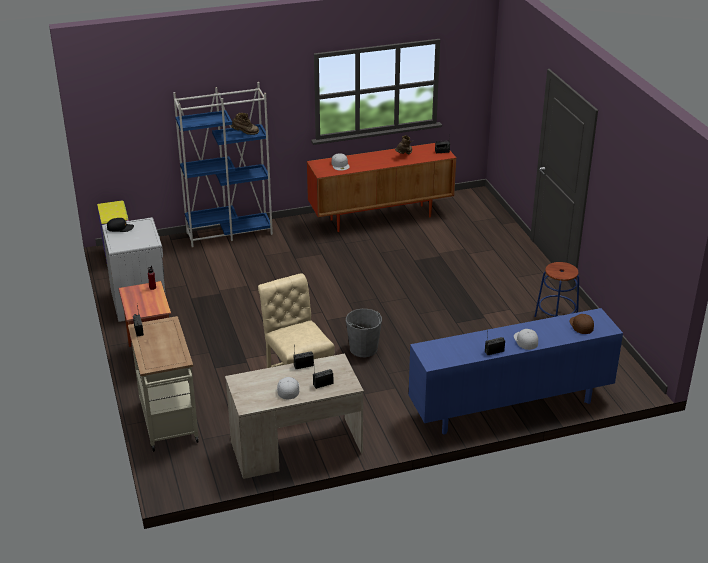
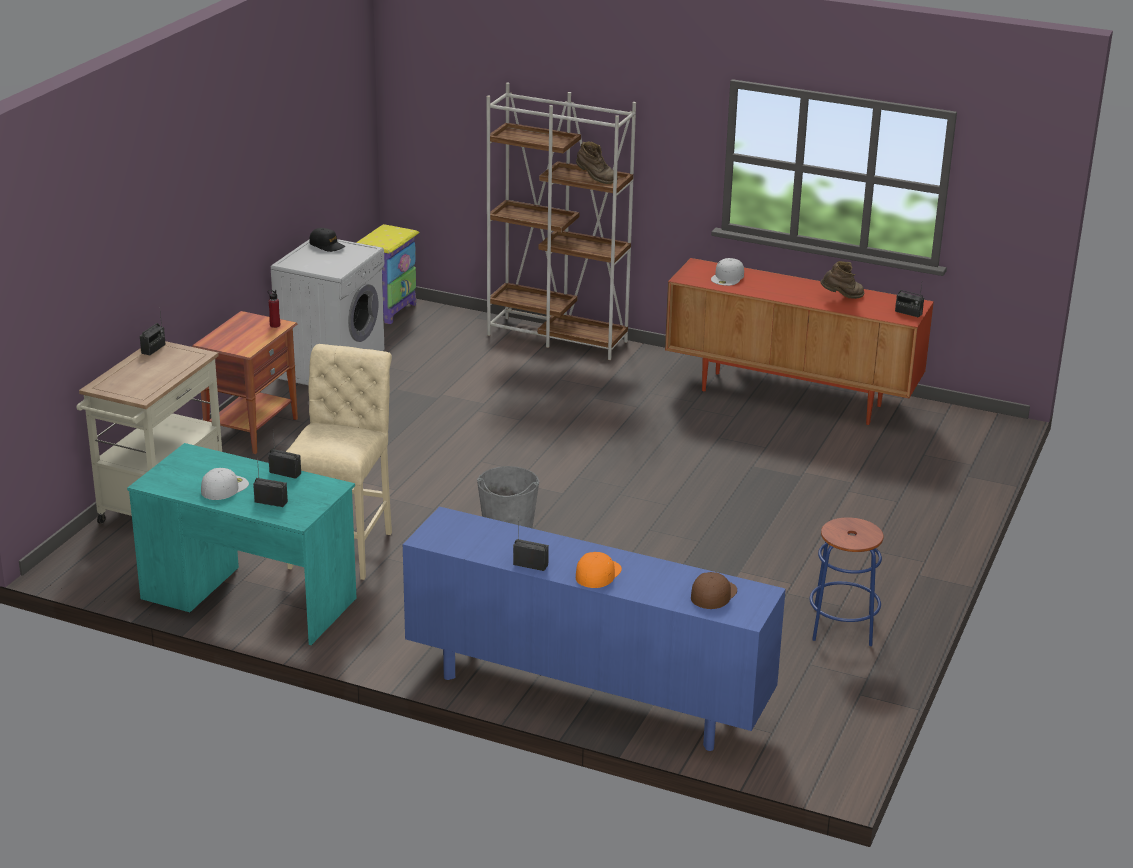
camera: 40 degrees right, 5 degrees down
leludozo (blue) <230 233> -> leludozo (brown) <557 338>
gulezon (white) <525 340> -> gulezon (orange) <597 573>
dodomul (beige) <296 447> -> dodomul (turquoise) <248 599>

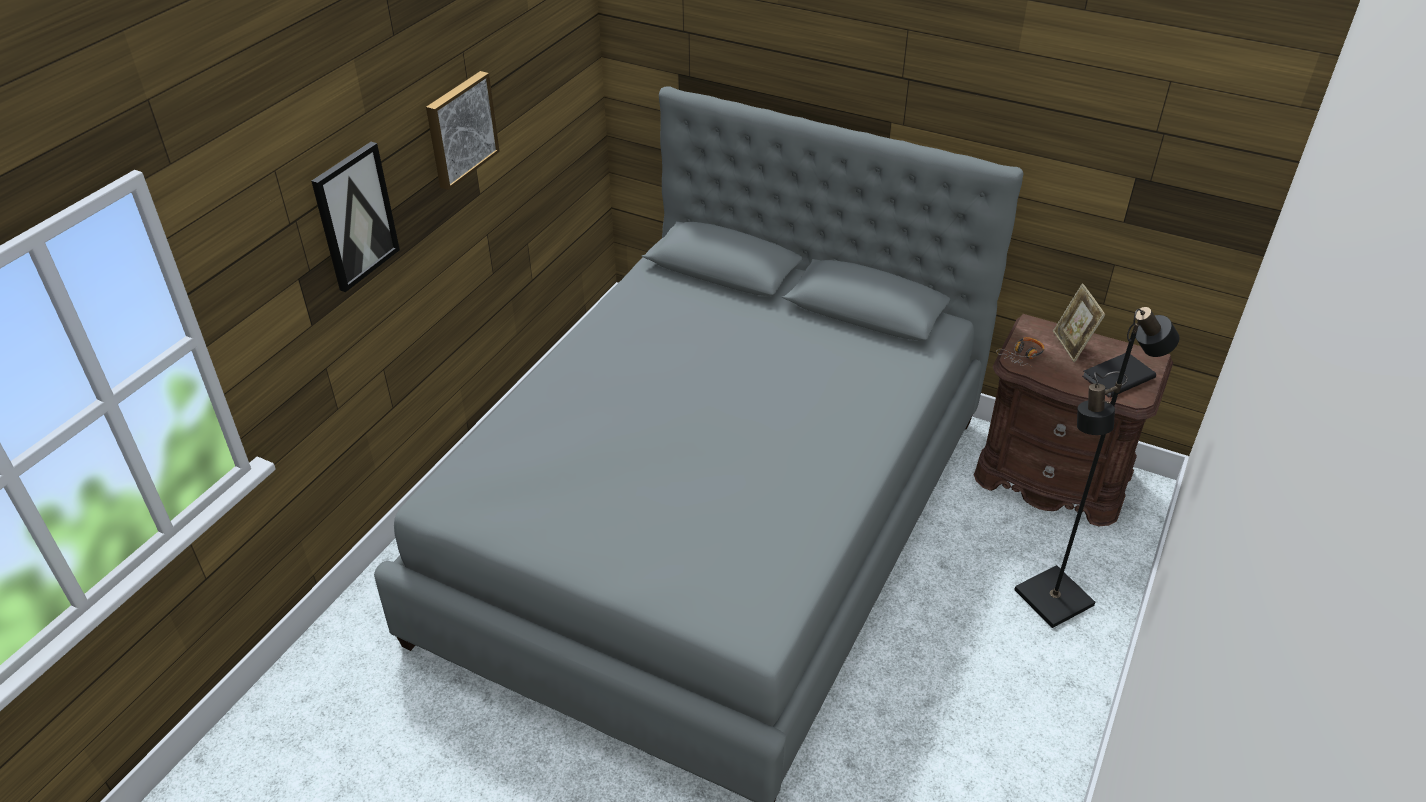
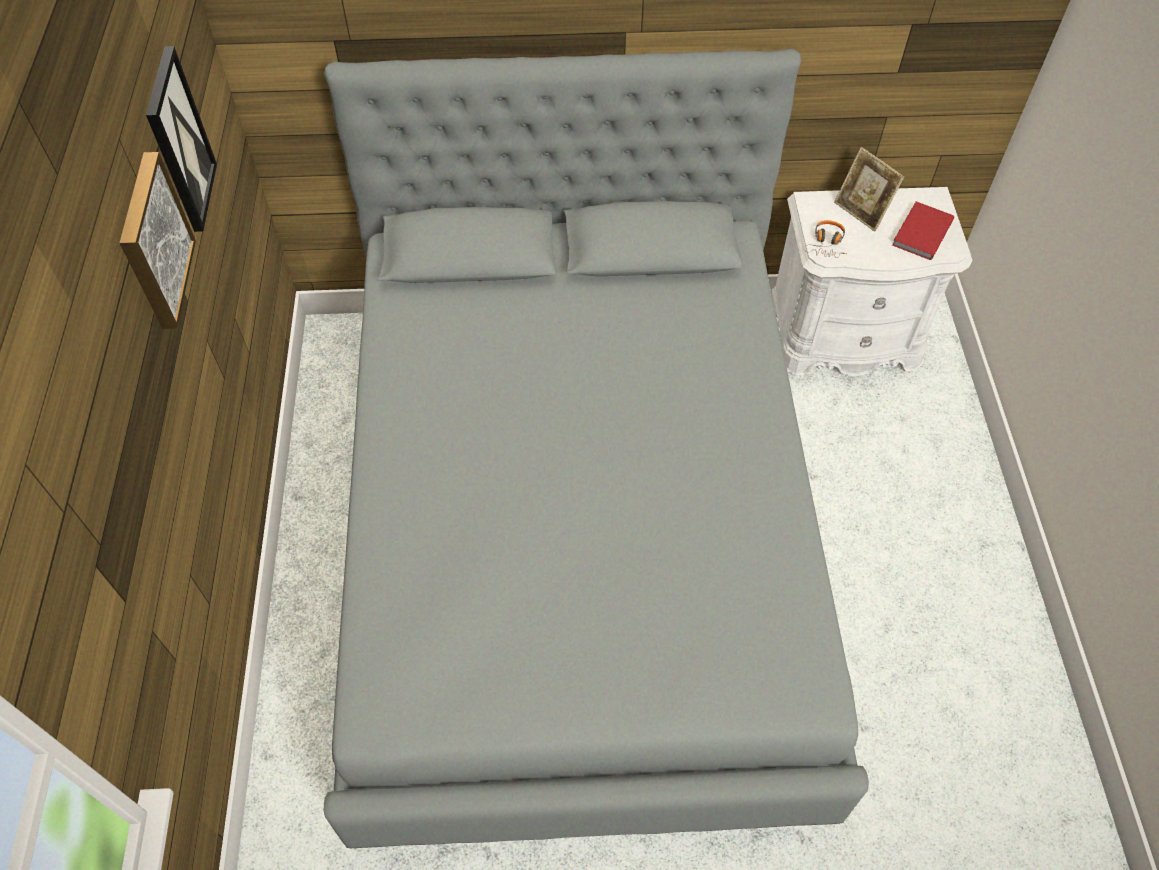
camera: 30 degrees left, 15 degrees up
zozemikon <355 216> -> zozemikon <179 141>, relocated
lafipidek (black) <1053 597> -> none
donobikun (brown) <1052 480> -> donobikun (white) <846 338>
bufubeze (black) <1116 377> -> bufubeze (red) <920 233>

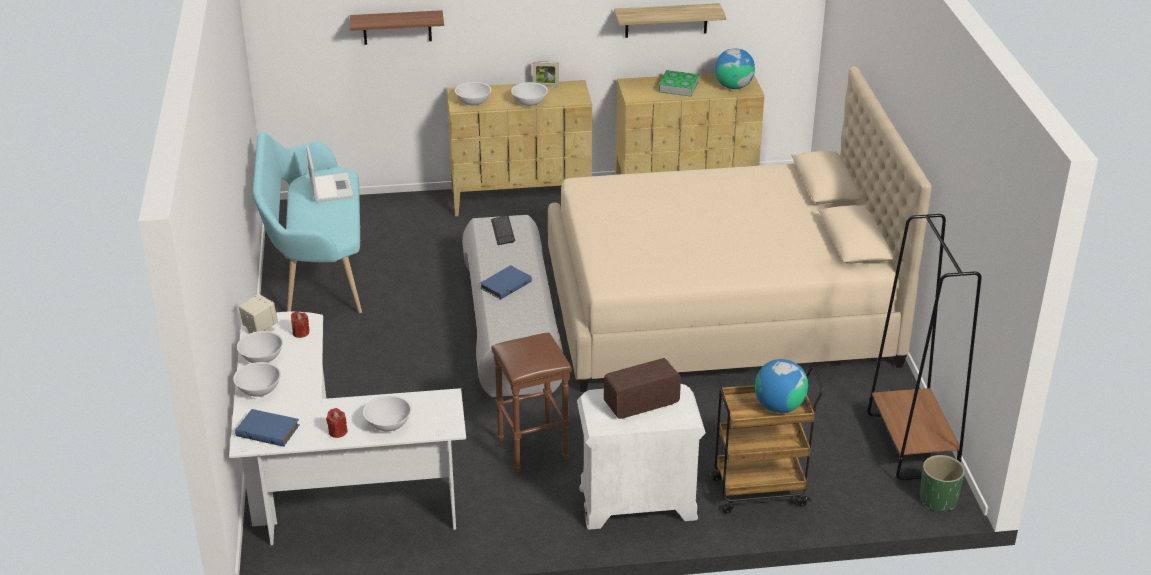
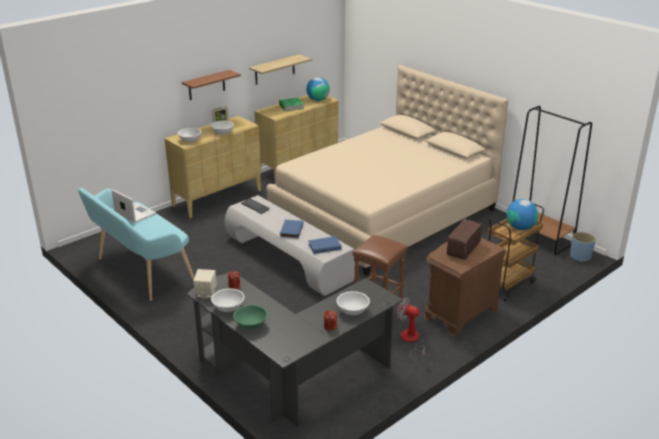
camera: 35 degrees left, 5 degrees down
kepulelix <397 27> -> kepulelix <206 85>, relocated
dodomul (white) <327 484> -> dodomul (black) <289 378>
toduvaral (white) <258 389> -> toduvaral (green) <250 324>
donobikun (white) <635 499> -> donobikun (brown) <458 313>
bufubeze (blue) <269 430> -> bufubeze (blue) <324 246>, relocated
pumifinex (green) <938 500> -> pumifinex (blue) <580 257>
none -> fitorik <411 341>

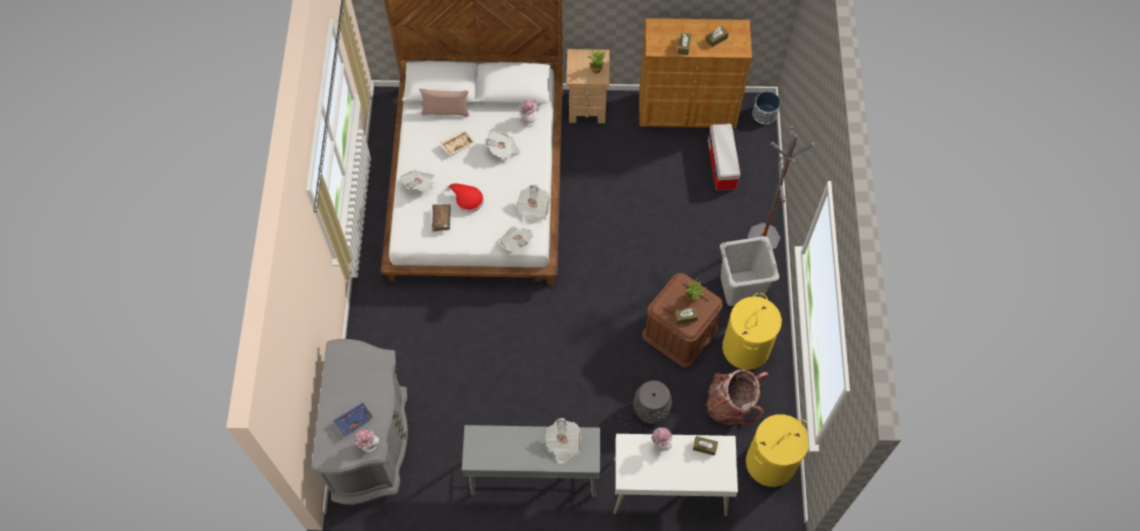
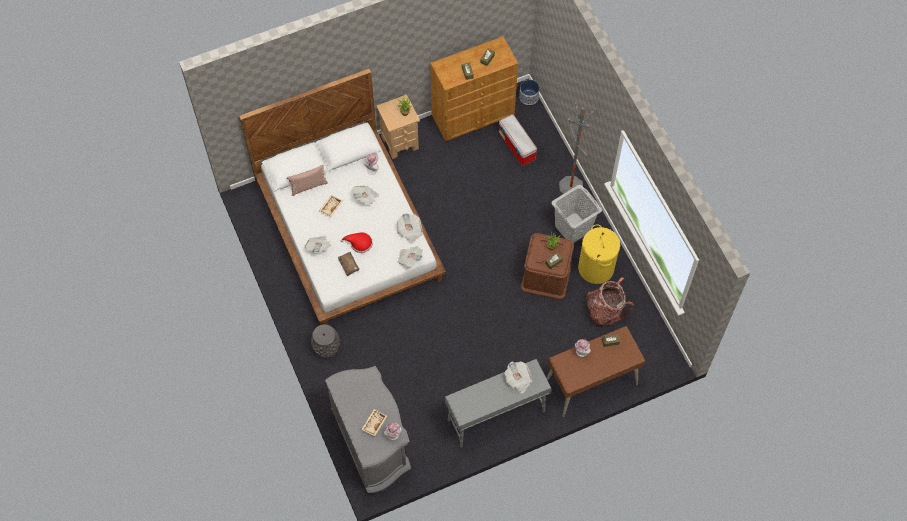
camera: 25 degrees left, 0 degrees up
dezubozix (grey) <651 410> -> dezubozix (grey) <326 348>, relocated
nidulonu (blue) <353 420> -> nidulonu (beige) <374 423>
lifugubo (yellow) <770 463> -> none
dodomul (white) <669 488> -> dodomul (brown) <591 383>

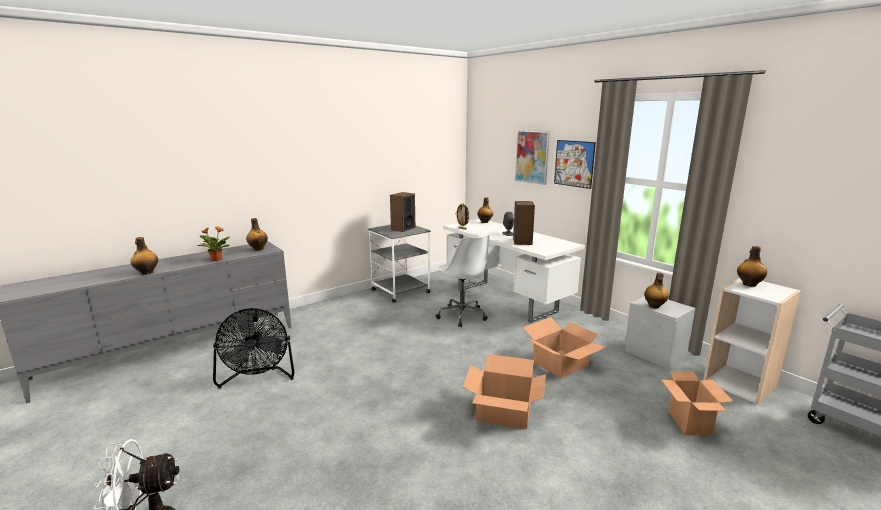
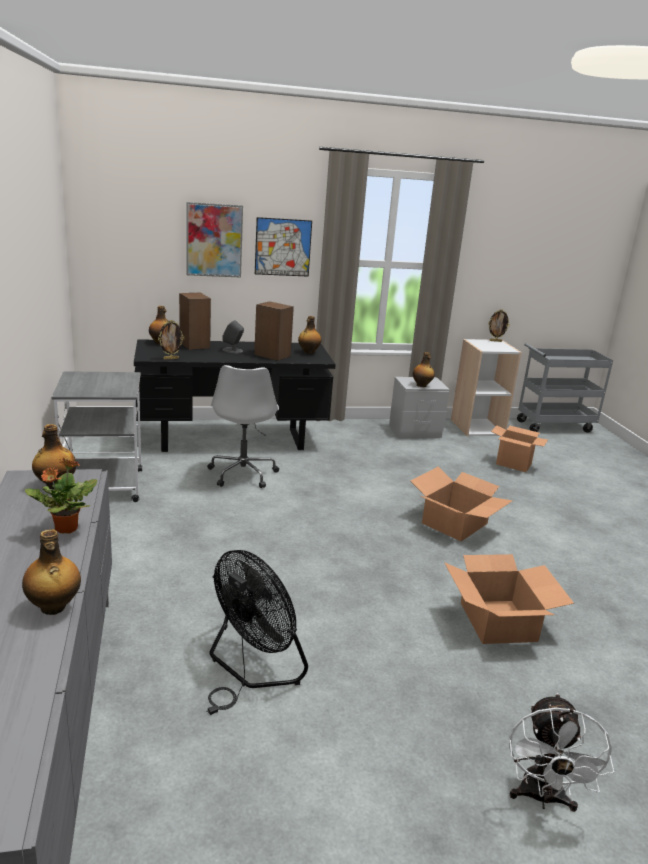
camera: 65 degrees left, 5 degrees up
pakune <403 228> -> pakune <194 345>, relocated
dodomul (white) <506 300> -> dodomul (black) <232 440>
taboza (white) <462 316> -> taboza (white) <242 475>, 90 degrees clockwise
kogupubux <748 284> -> kogupubux <308 352>, relocated
fitorik (black) <255 376> -> fitorik (black) <244 667>, 60 degrees counterclockwise
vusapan <561 364> -> vusapan <498 621>, relocated
none -> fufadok <495 341>

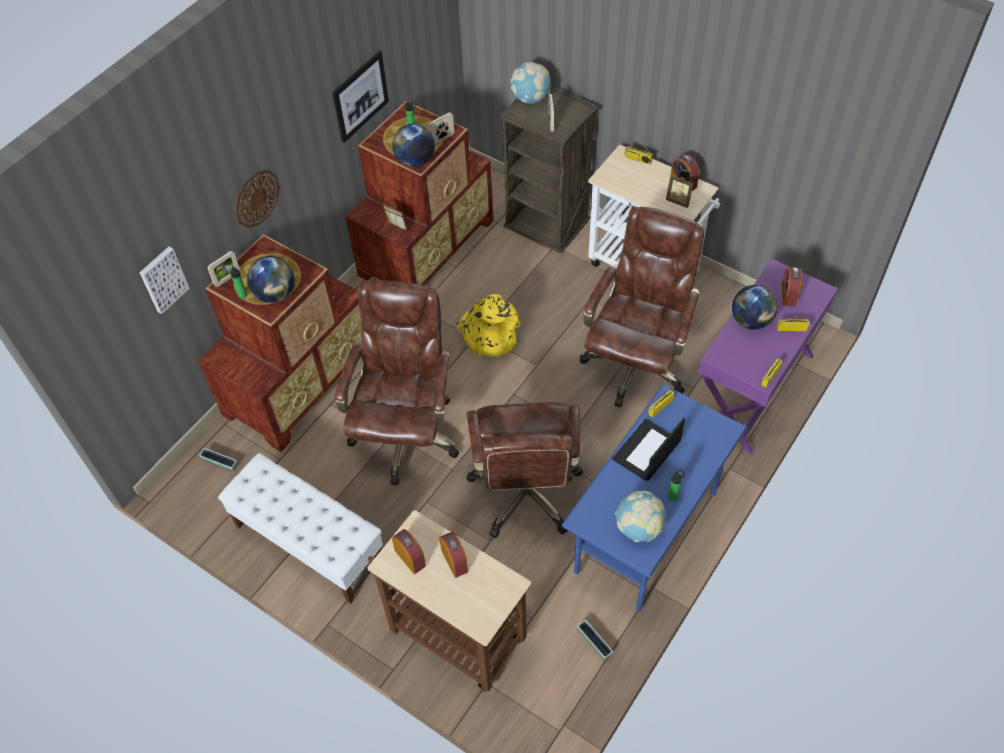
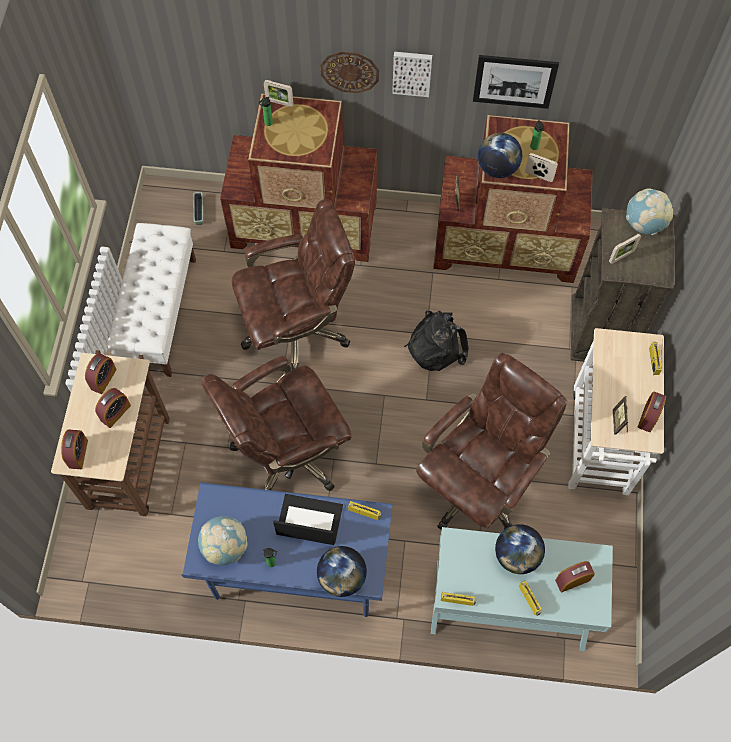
camera: 60 degrees right, 10 degrees up
taboza (brown) <636 364> -> taboza (brown) <477 485>, 45 degrees counterclockwise
zozemikon <162 279> -> zozemikon <412 72>, relocated
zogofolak <275 294> -> zogofolak <342 577>, relocated
dodomul (purple) <752 388> -> dodomul (turquoise) <509 605>
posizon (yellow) <489 336> -> posizon (black) <436 345>
pumifinex <594 642> -> none
none -> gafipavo <78 454>

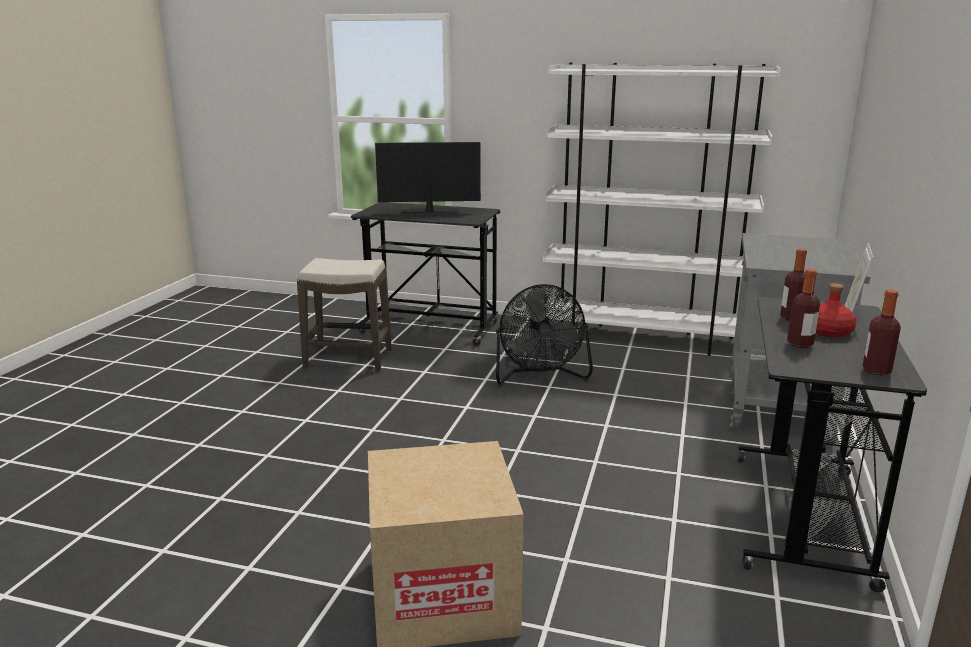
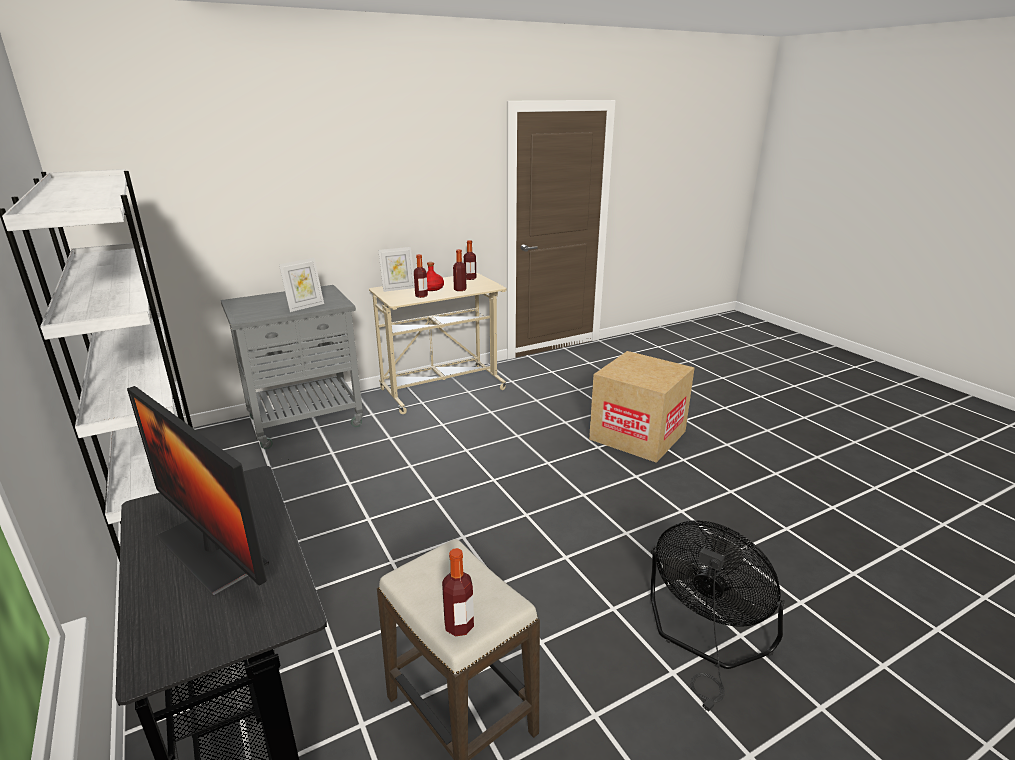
camera: 135 degrees left, 5 degrees up
fitorik (black) <535 376> -> fitorik (black) <703 643>, relocated
dodomul (black) <801 518> -> dodomul (beige) <442 389>
none -> fufadok <305 307>
none -> kogupubux <459 626>

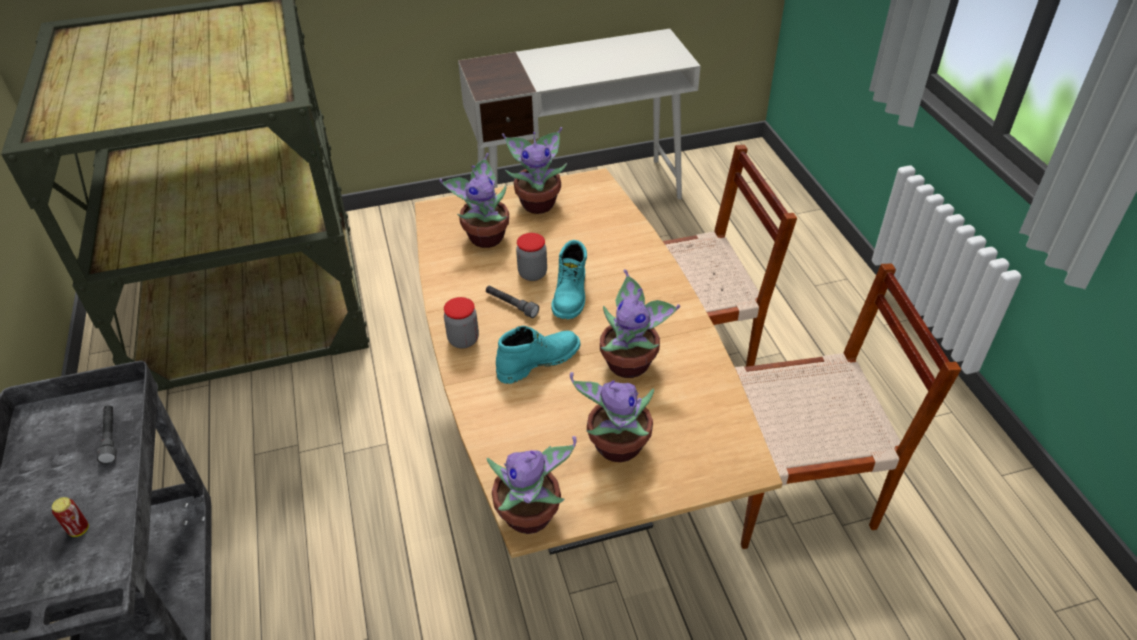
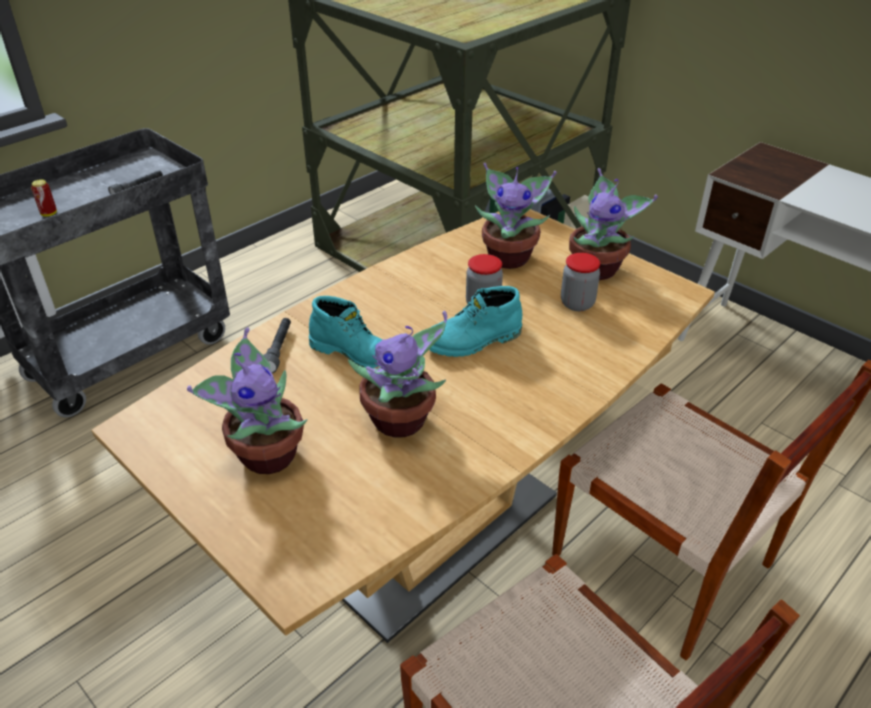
camera: 60 degrees right, 5 degrees down
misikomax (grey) <511 305> -> misikomax (grey) <278 350>, relocated
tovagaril <463 340> -> tovagaril <577 303>, relocated
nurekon <530 517> -> none

